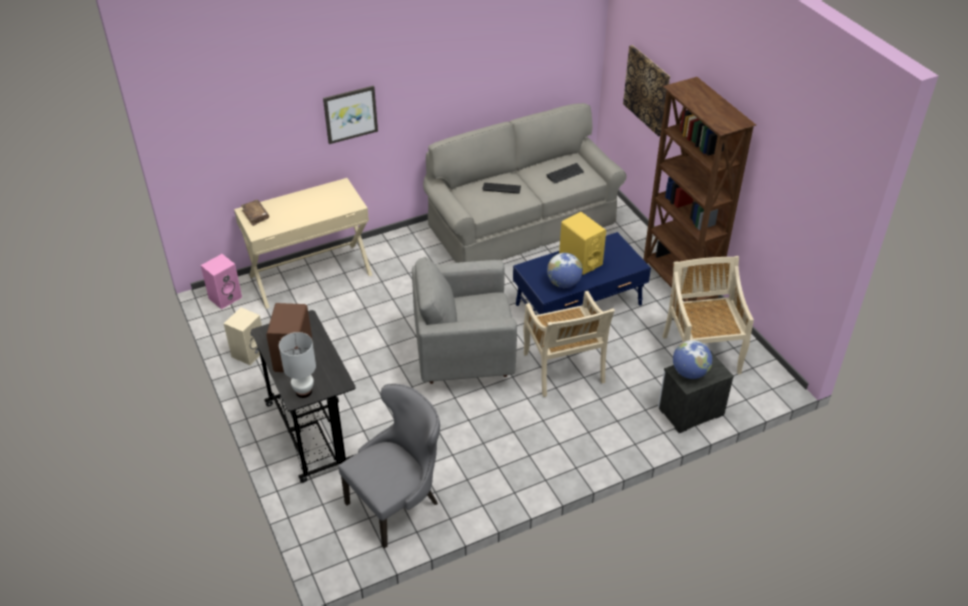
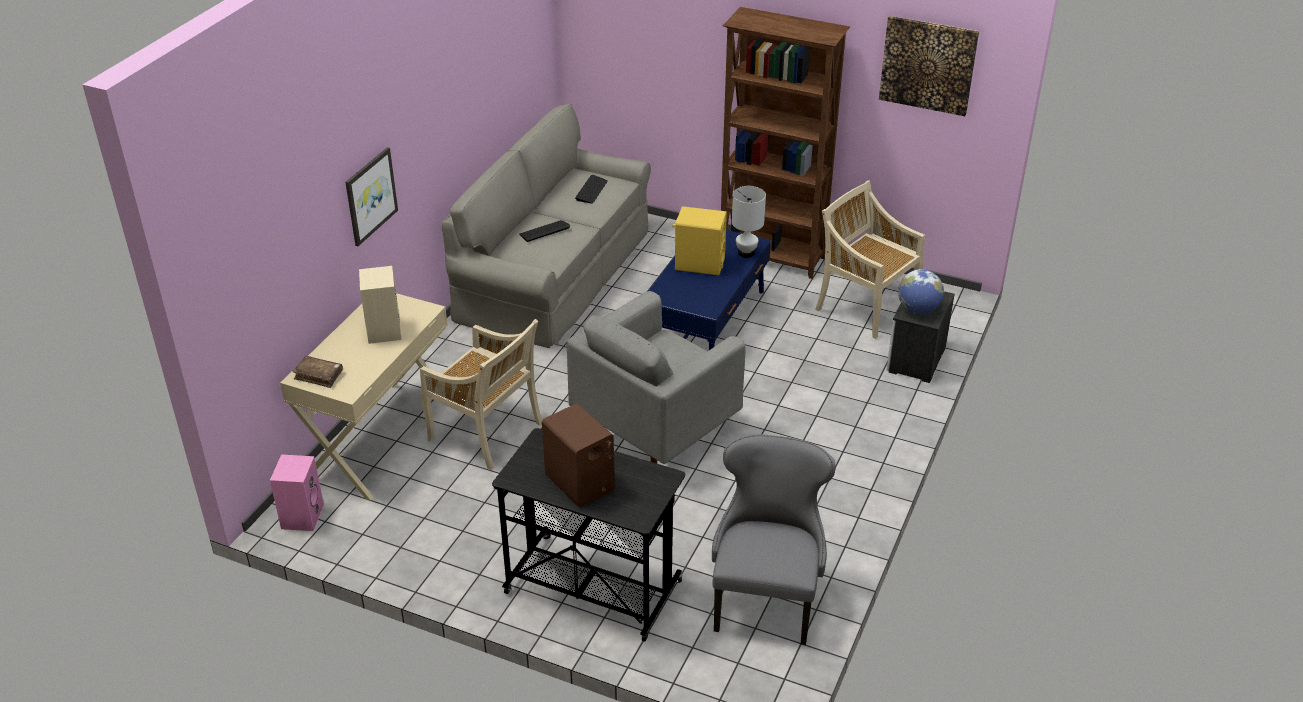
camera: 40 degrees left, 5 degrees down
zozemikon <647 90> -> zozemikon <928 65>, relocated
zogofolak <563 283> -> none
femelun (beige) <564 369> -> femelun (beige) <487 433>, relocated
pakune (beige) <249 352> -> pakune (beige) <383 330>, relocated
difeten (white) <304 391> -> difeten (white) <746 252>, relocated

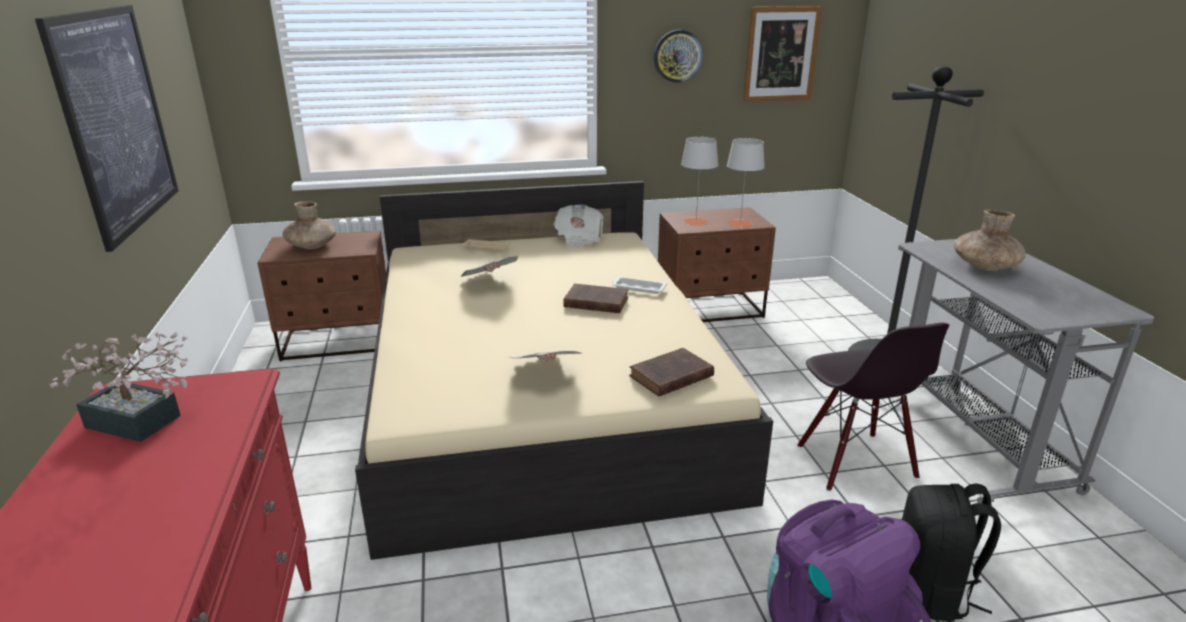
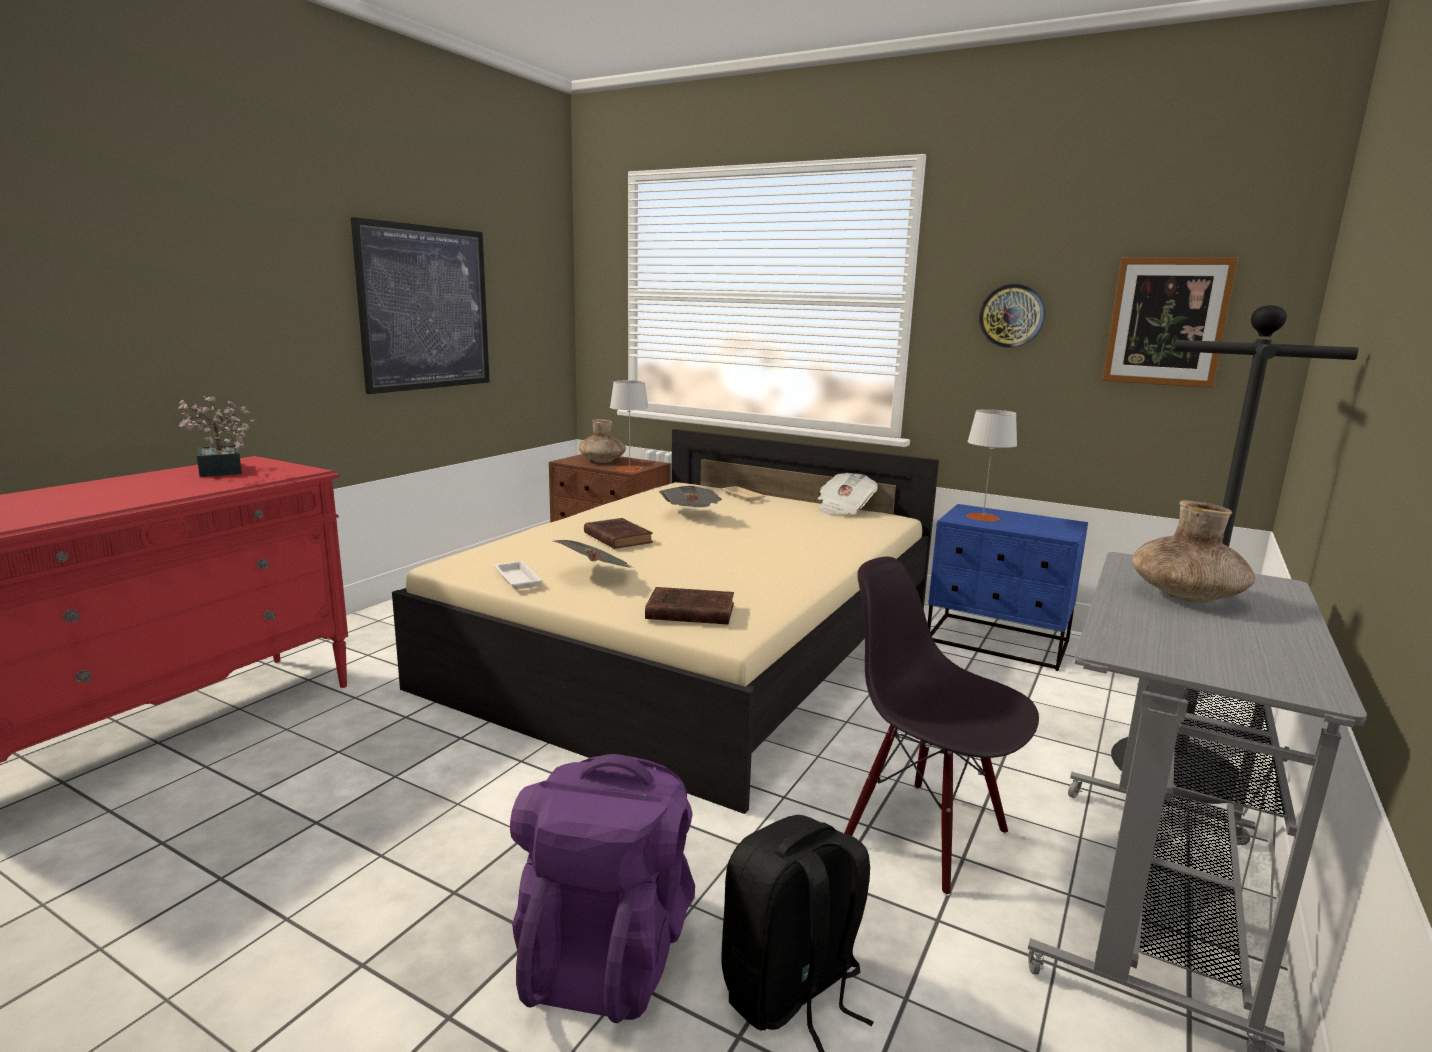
camera: 40 degrees right, 10 degrees down
difeten (grey) <740 223> -> difeten (grey) <629 469>, relocated
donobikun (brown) <710 309> -> donobikun (blue) <998 642>
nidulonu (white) <638 288> -> nidulonu (white) <517 578>, relocated
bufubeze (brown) <594 302> -> bufubeze (brown) <617 537>, relocated
femelun (black) <854 462> -> femelun (black) <926 835>, 105 degrees clockwise

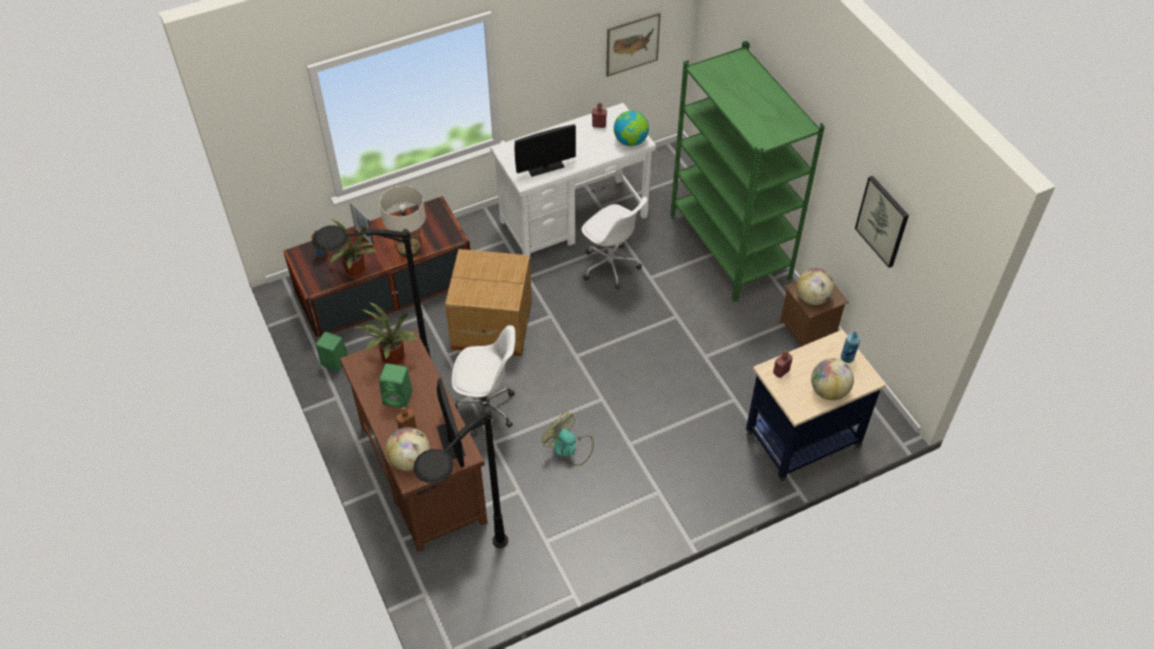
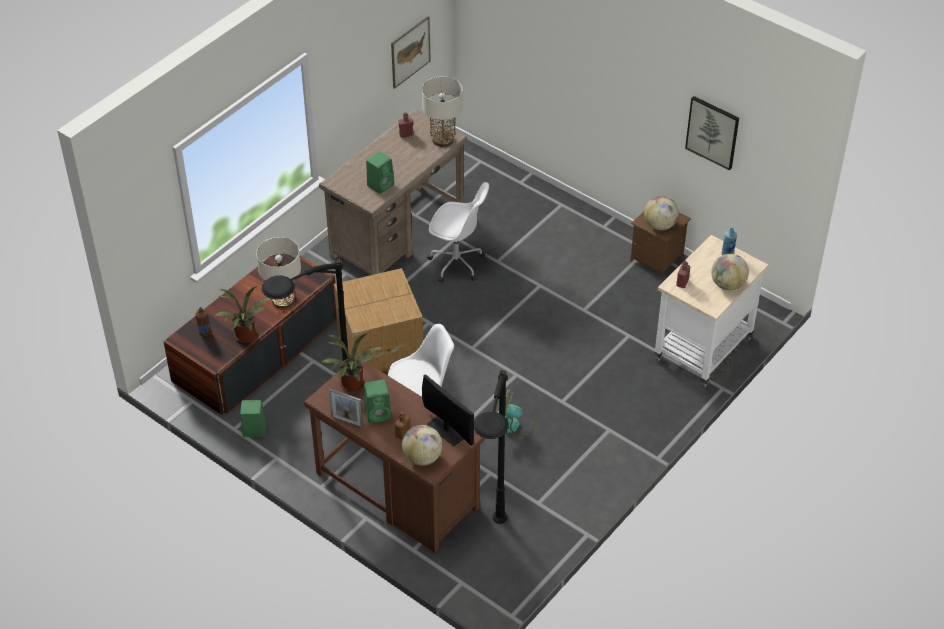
camera: 25 degrees left, 5 degrees down
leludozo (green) <729 247> -> none
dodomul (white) <573 218> -> dodomul (brown) <397 233>
zogofolak <630 141> -> difeten <443 140>
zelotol <545 166> -> pakune (green) <381 184>
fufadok <364 236> -> fufadok <347 421>, relocated
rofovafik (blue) <801 443> -> rofovafik (white) <703 350>

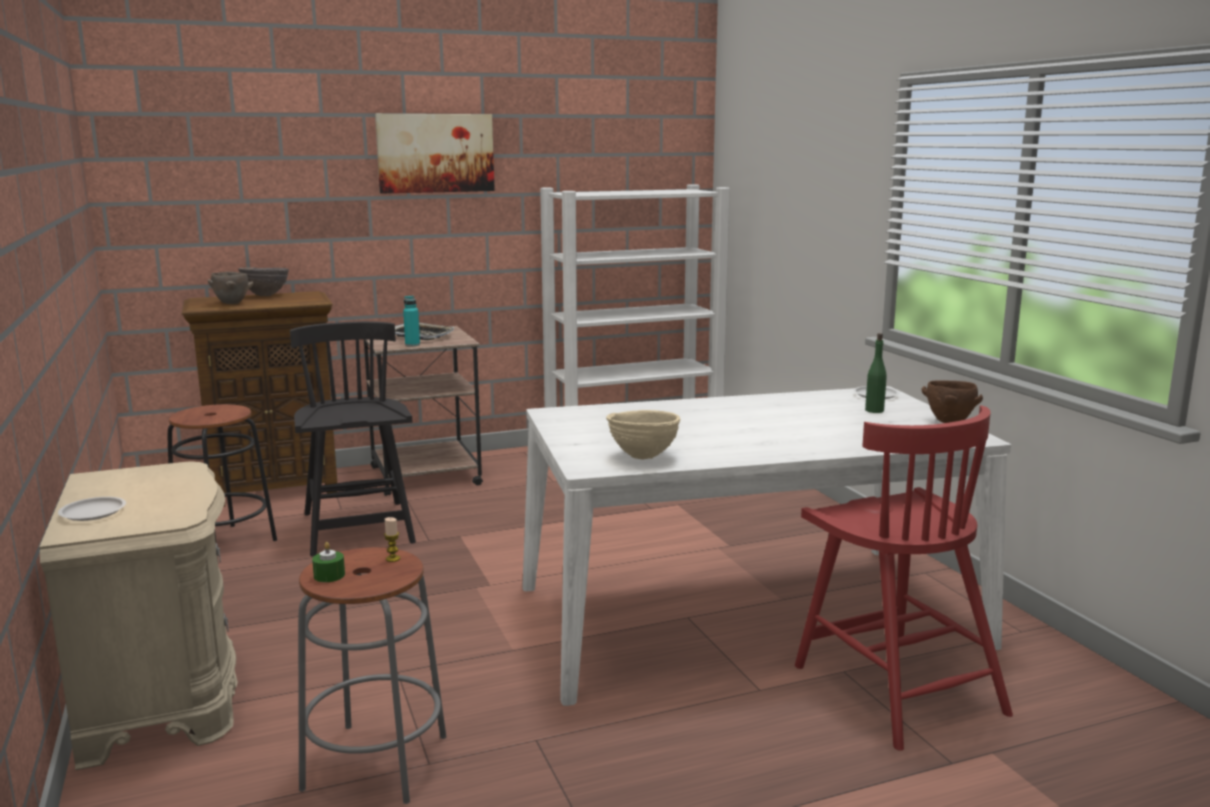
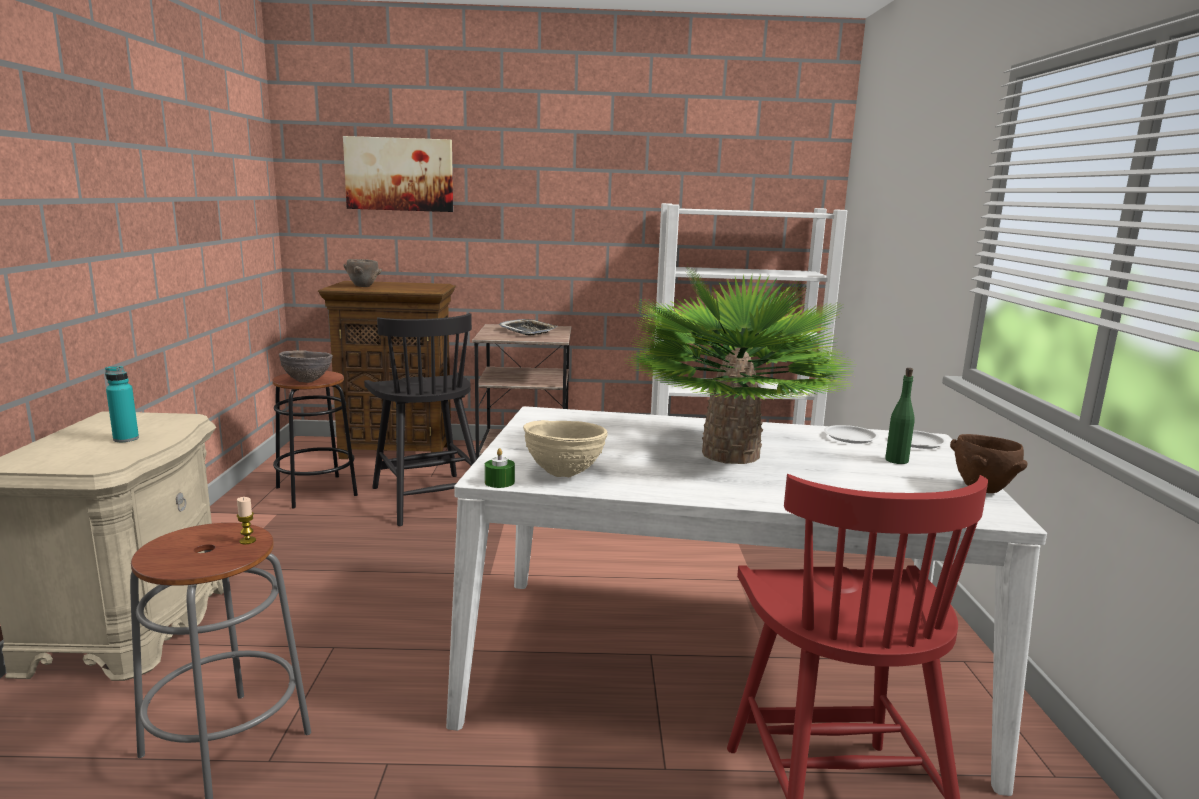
camera: 20 degrees right, 0 degrees up
zozemikon <435 153> -> zozemikon <399 174>, relocated
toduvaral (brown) <265 296> -> toduvaral (brown) <307 381>, relocated
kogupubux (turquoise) <412 345> -> kogupubux (turquoise) <126 439>, relocated
femelun (black) <358 529> -> femelun (black) <428 497>, 150 degrees clockwise
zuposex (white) <92 513> -> zuposex (white) <849 437>, relocated
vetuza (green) <329 575> -> vetuza (green) <499 482>, relocated
none -> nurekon <730 454>

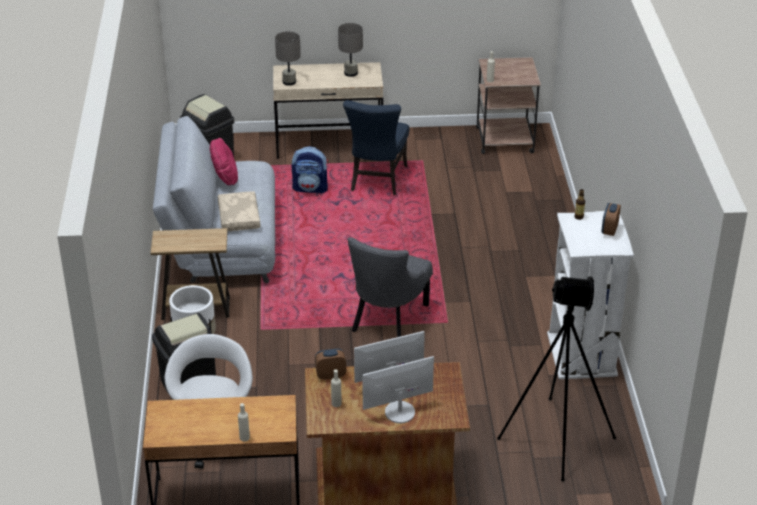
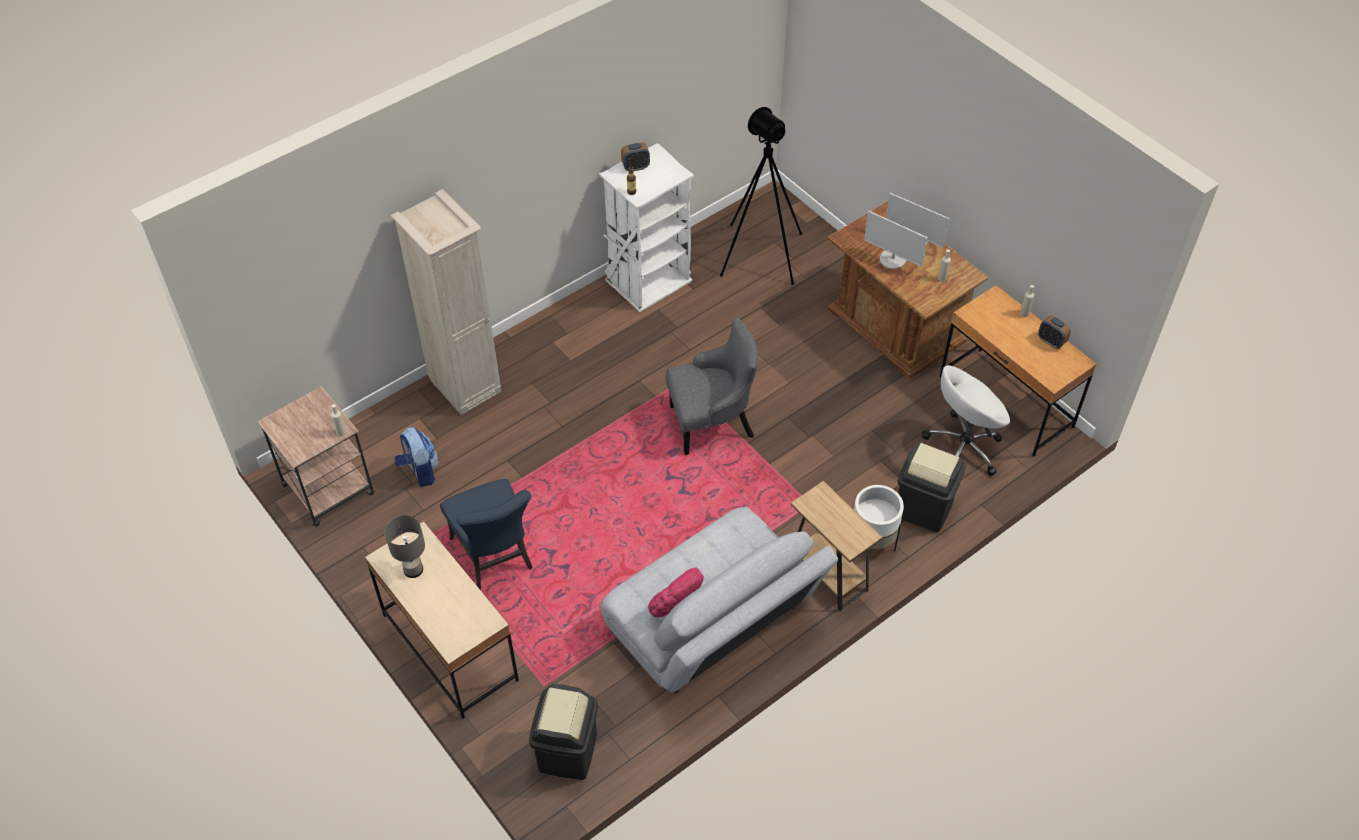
camera: 125 degrees left, 15 degrees up
difeten (grey) <289 82> -> none
femelun (blue) <376 181> -> femelun (blue) <495 557>, 90 degrees clockwise
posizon <311 188> -> posizon <419 471>, relocated
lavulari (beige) <238 217> -> none
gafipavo <330 375> -> gafipavo <1051 341>, relocated
none -> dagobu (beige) <466 385>

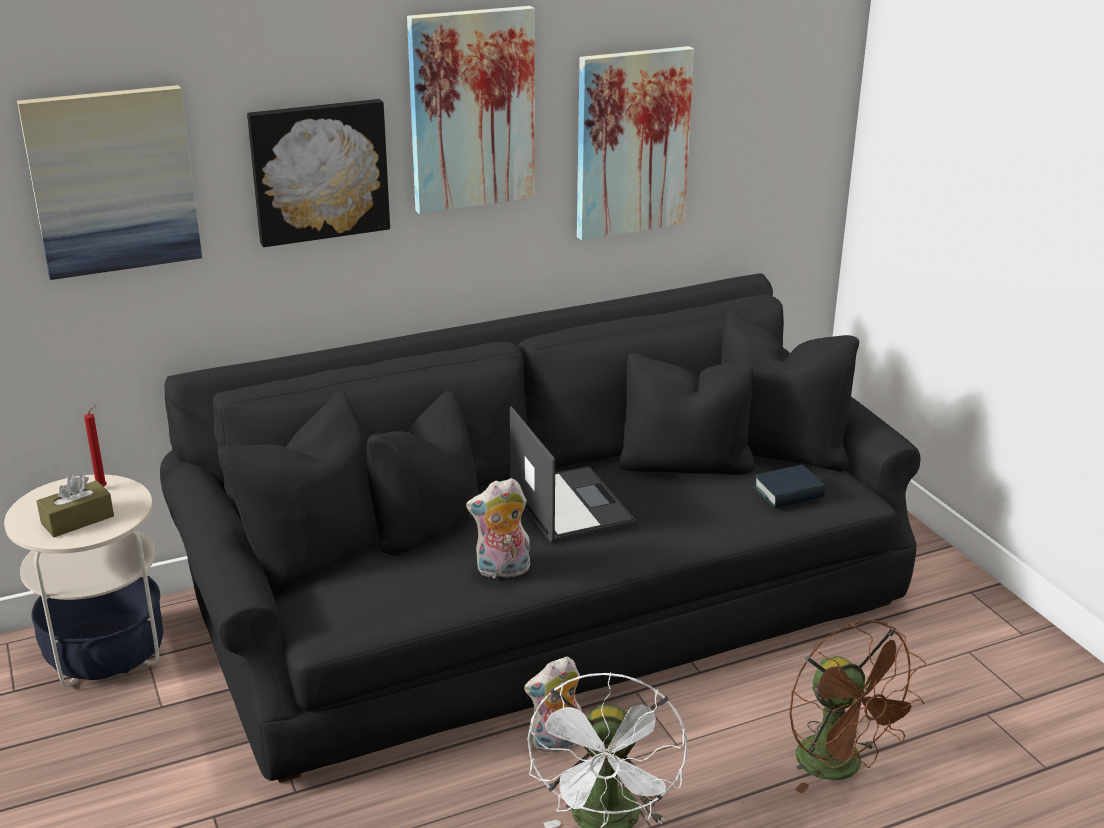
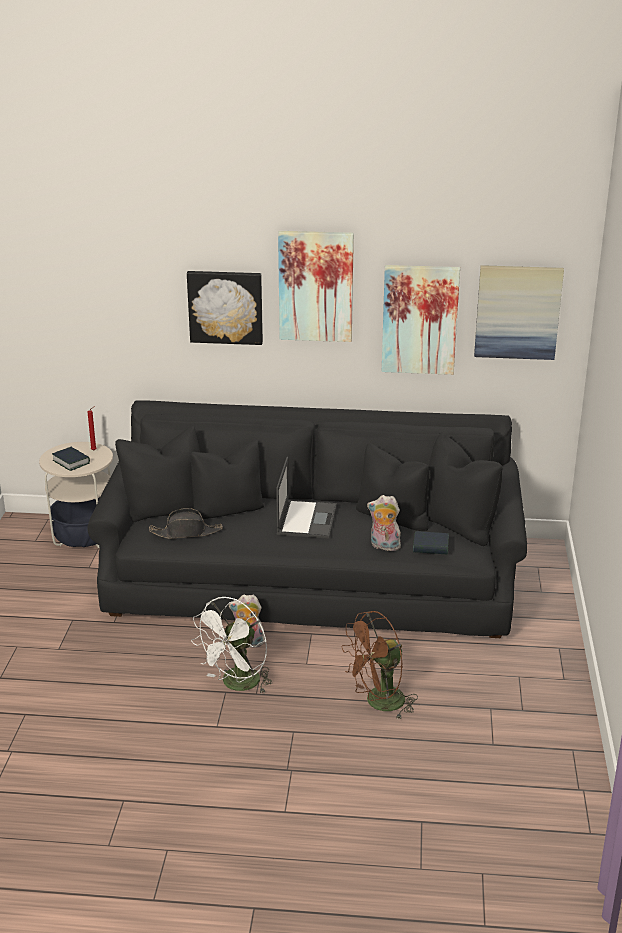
camera: 30 degrees right, 0 degrees up
zozemikon <113 181> -> zozemikon <517 312>, relocated
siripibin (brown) <77 520> -> bufubeze <71 462>
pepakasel <502 571> -> pepakasel <384 546>, relocated
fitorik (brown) <840 768> -> fitorik (brown) <378 703>, 60 degrees clockwise
none -> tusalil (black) <186 532>

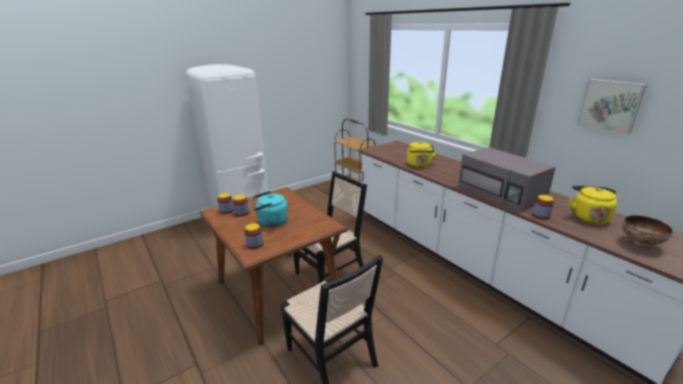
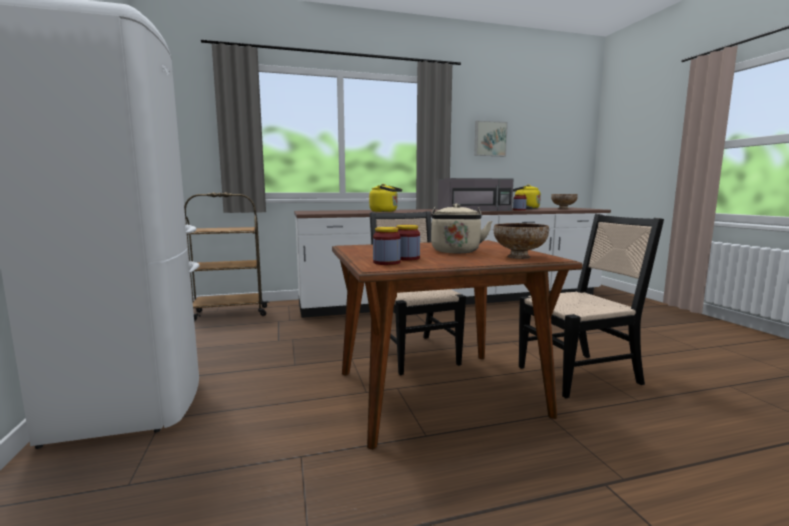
camera: 70 degrees left, 15 degrees down
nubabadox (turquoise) <271 222> -> nubabadox (beige) <456 252>
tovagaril <254 244> -> toduvaral <520 257>

